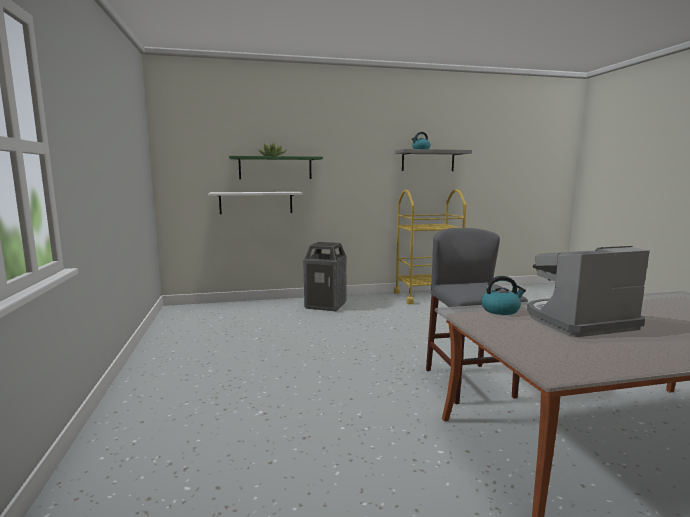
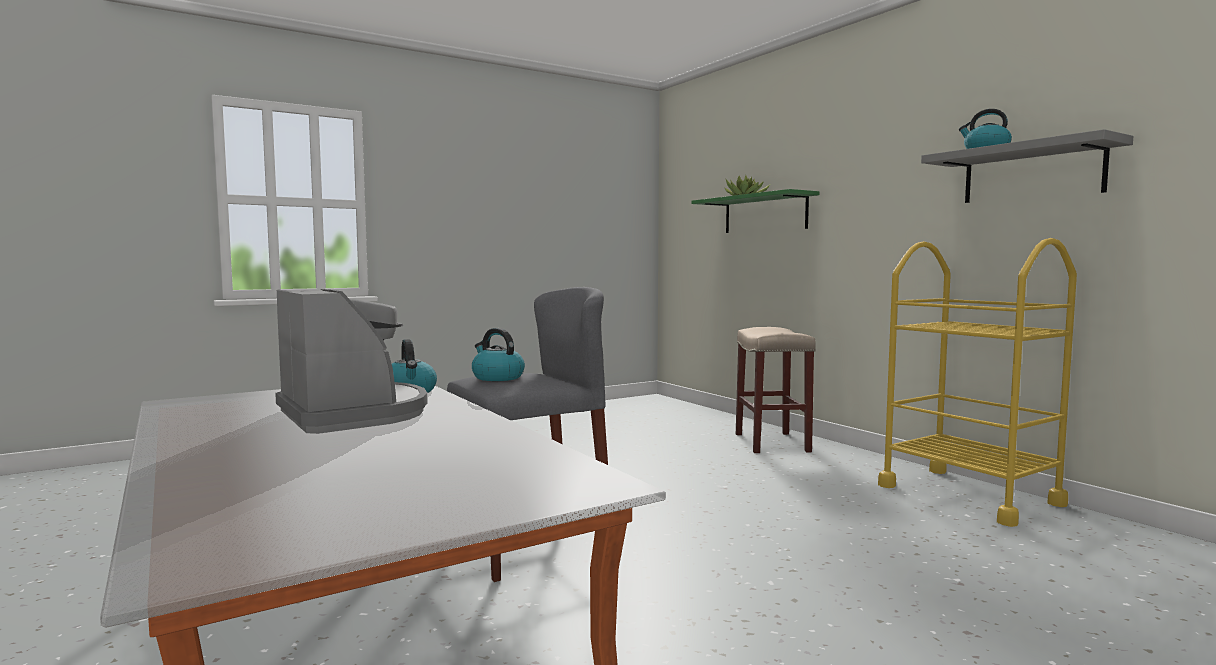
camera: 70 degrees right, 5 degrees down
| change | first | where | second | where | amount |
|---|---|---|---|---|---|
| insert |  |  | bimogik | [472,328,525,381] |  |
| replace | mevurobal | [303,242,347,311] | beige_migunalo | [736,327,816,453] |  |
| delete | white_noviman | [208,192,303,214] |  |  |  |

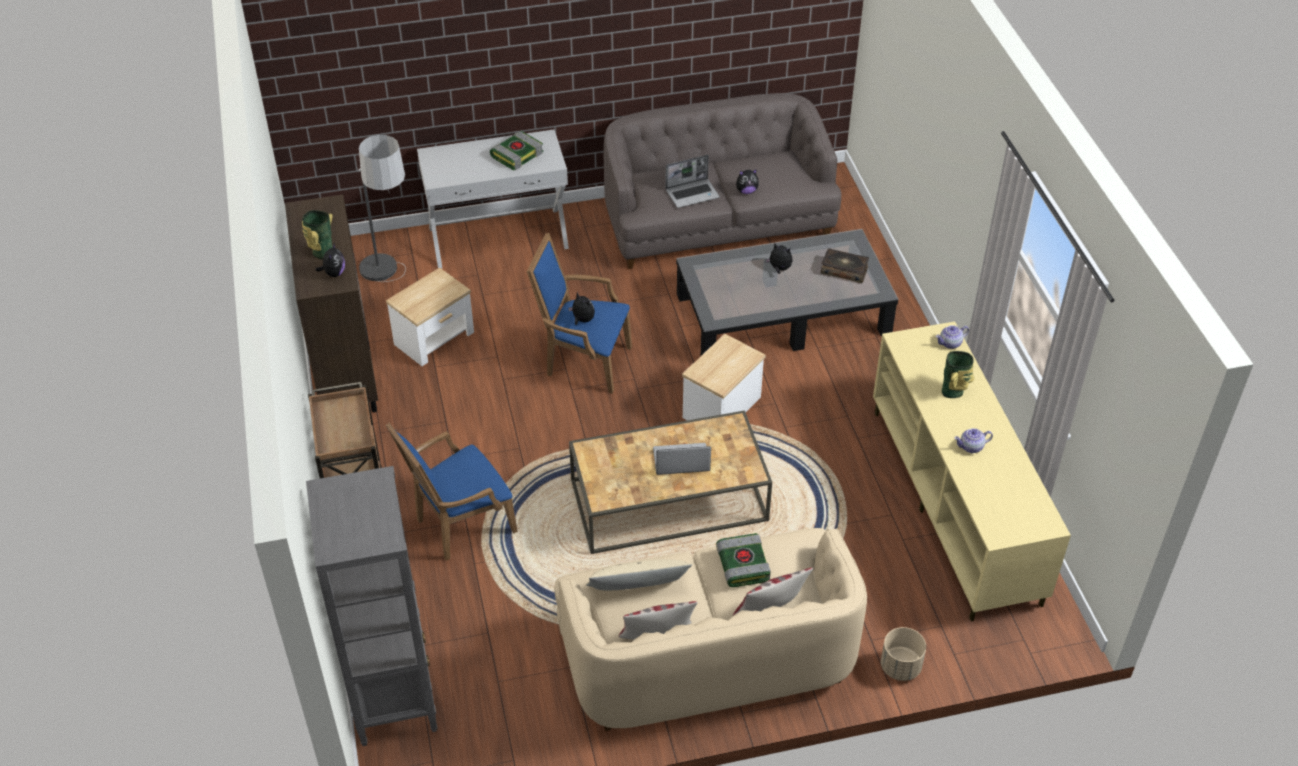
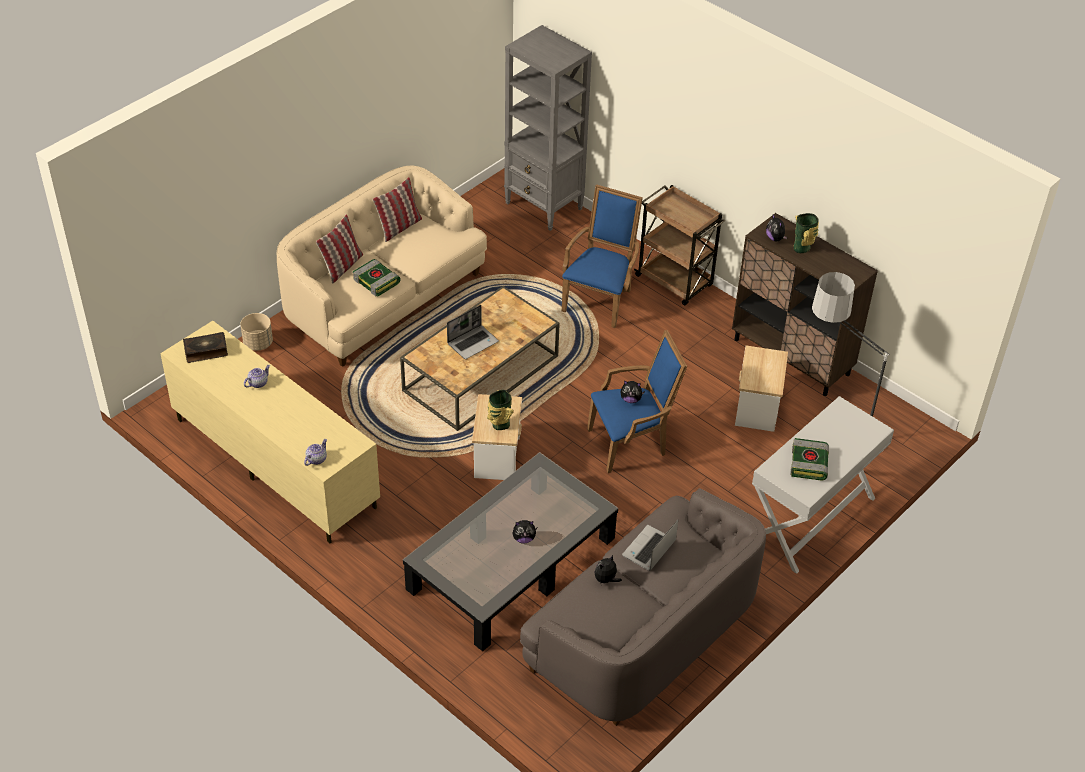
camera: 145 degrees right, 0 degrees up
| change | first | where | second | where | amount |
|---|---|---|---|---|---|
| move | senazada | [821,248,869,283] |  | [183,332,228,363] |  |
| move | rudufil | [942,351,974,398] |  | [487,390,514,430] |  |
| delete | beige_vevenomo | [586,559,692,590] |  |  |  |

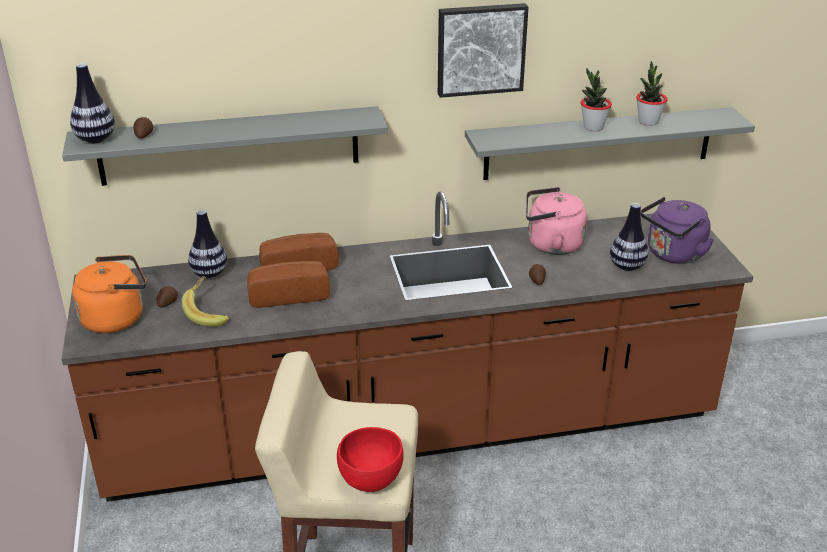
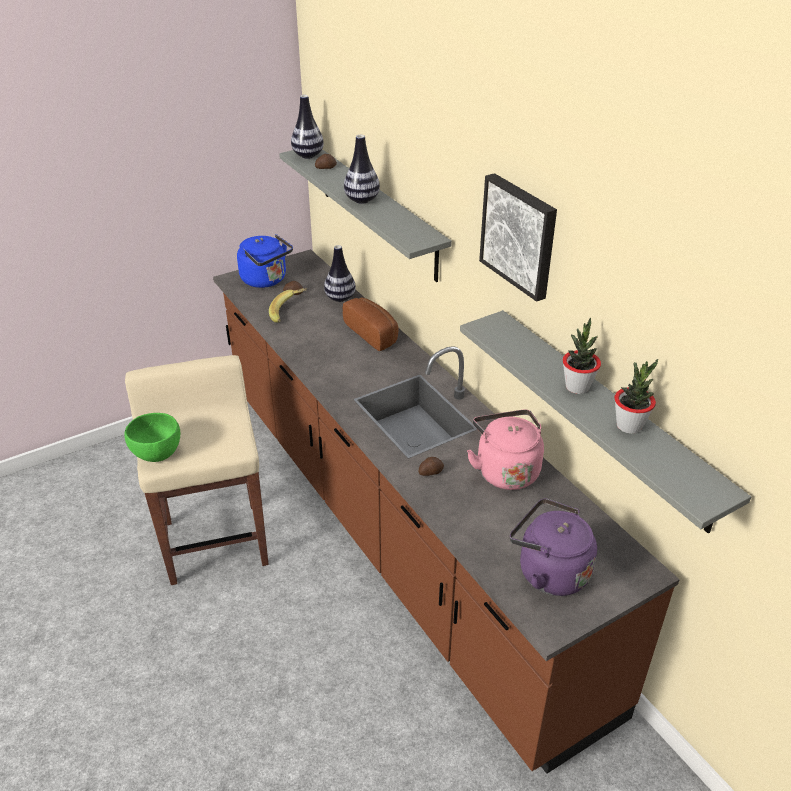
camera: 70 degrees right, 5 degrees up
| change | first | where | second | where | amount |
|---|---|---|---|---|---|
| recolor | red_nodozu | [337,427,404,492] | green_nodozu | [124,413,180,462] |  |
| recolor | orange_bimogik | [72,255,146,333] | blue_bimogik | [237,234,293,288] |  |
| move | rudufil | [610,203,649,271] |  | [344,135,380,204] |  |
| delete | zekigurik | [247,261,330,308] |  |  |  |

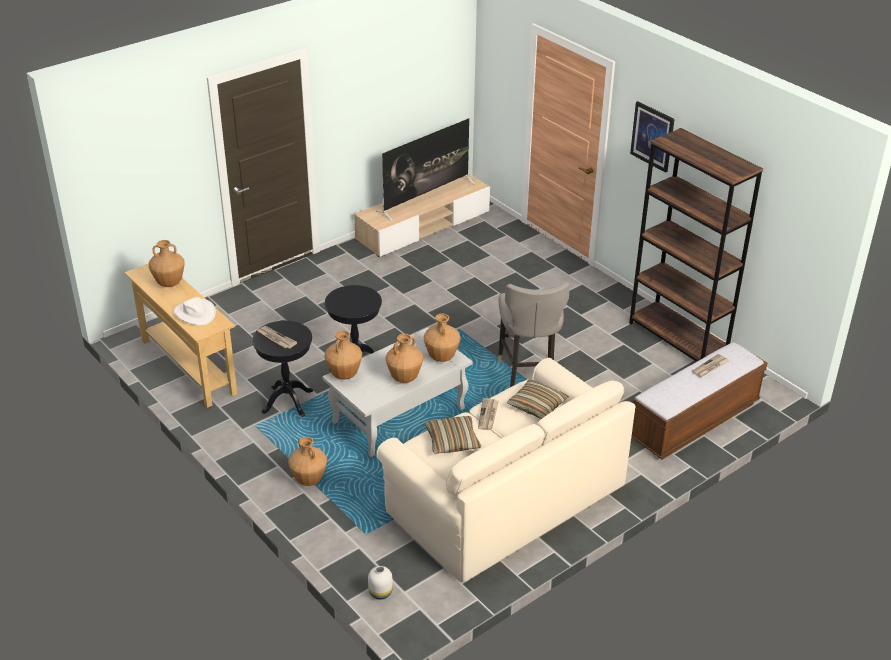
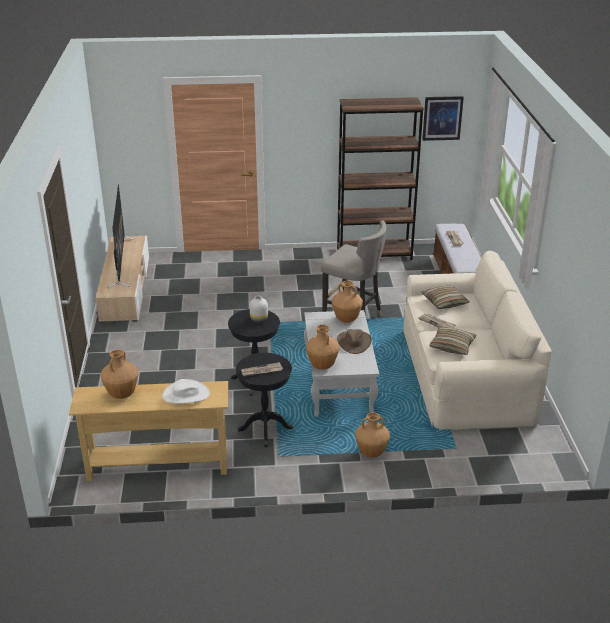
camera: 55 degrees left, 5 degrees down
| change | first | where | second | where | amount |
|---|---|---|---|---|---|
| move | white_rudufil | [368,566,393,599] |  | [250,296,268,323] |  |
| replace | brown_rudufil | [386,334,423,383] | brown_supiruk | [337,329,372,354] |  |
| move | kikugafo | [630,101,675,173] |  | [422,96,464,141] |  |

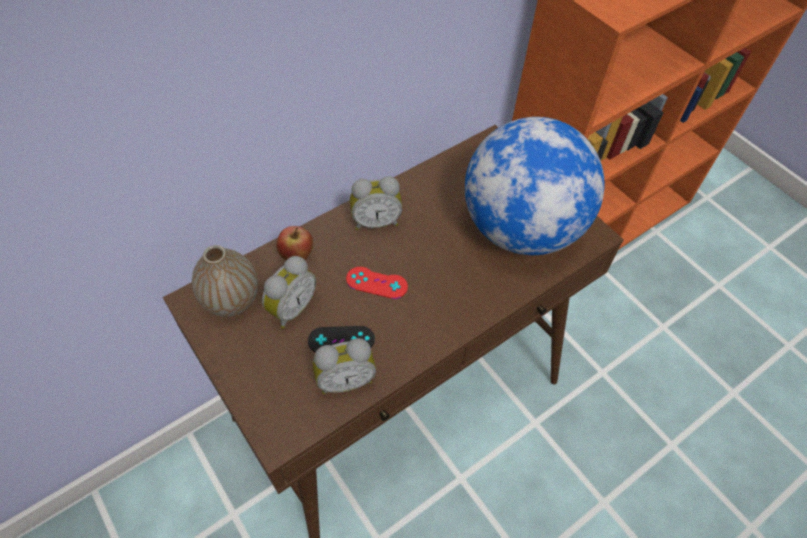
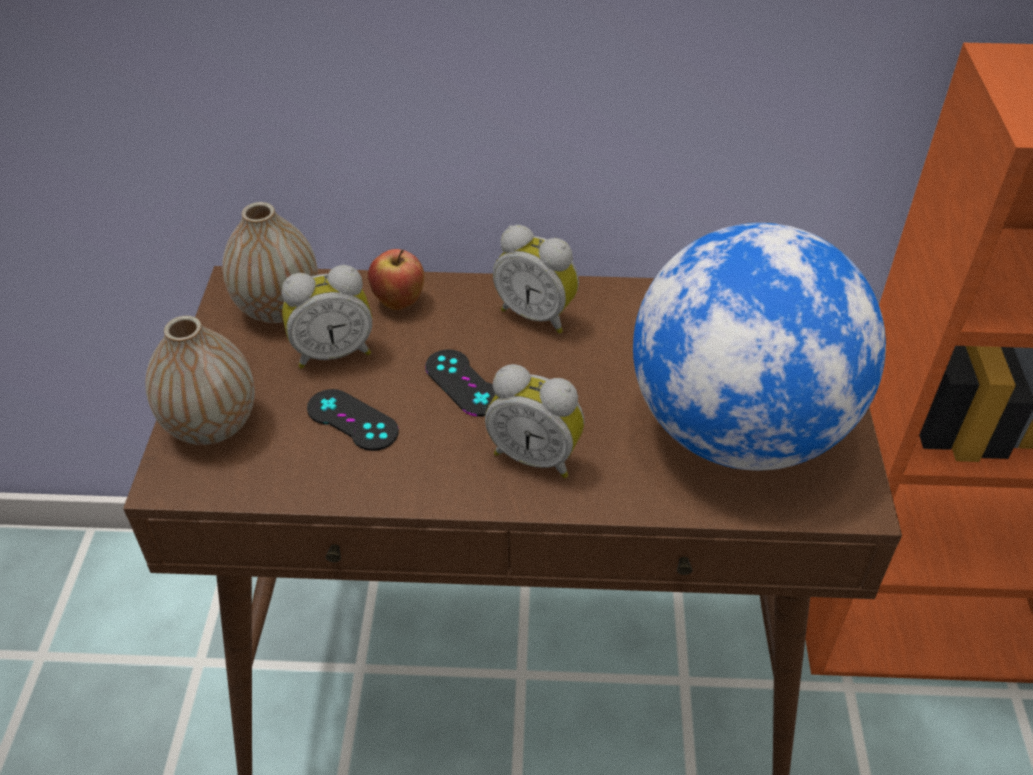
camera: 40 degrees right, 10 degrees down
| change | first | where | second | where | amount |
|---|---|---|---|---|---|
| insert |  |  | rudufil | [145,316,255,445] |  |
| recolor | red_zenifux | [346,267,408,299] | black_zenifux | [425,350,496,417] |  |
| move | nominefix | [313,338,376,394] |  | [485,364,584,478] |  |

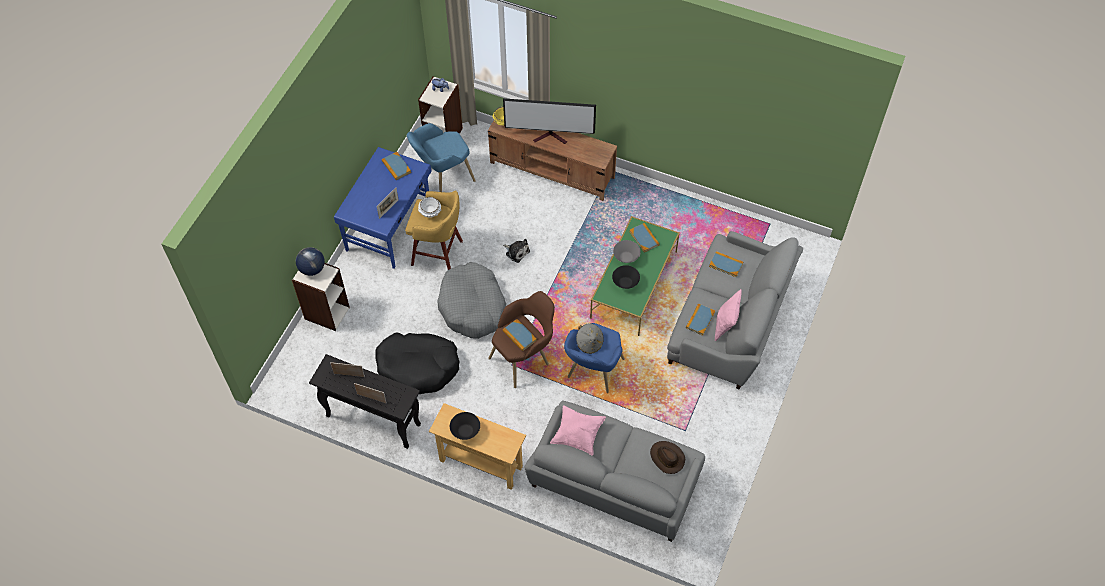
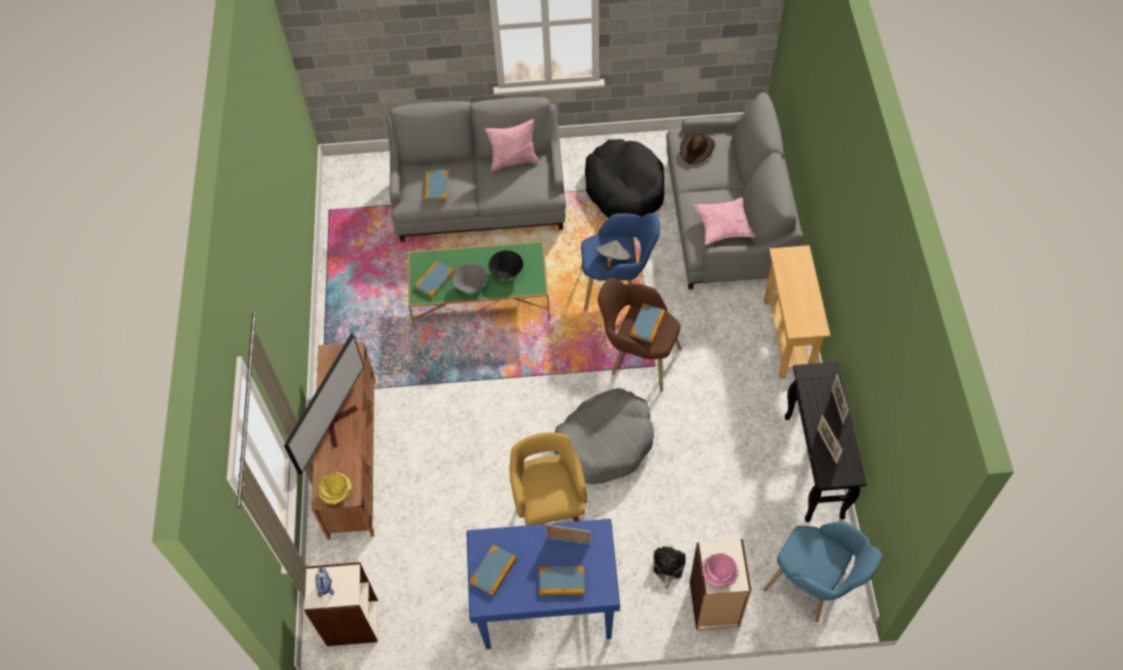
camera: 115 degrees left, 0 degrees up
| change | first | where | second | where | amount |
|---|---|---|---|---|---|
| rotate | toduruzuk | [503,98,596,144] |  | [284,333,364,474] | 45 degrees clockwise |
| move | senazada | [686,303,715,336] |  | [539,566,585,595] |  |
| move | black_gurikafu | [375,332,460,394] |  | [585,139,664,218] |  |
| move | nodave | [503,239,530,263] |  | [654,546,686,589] |  |
| replace | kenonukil | [296,247,325,276] | pink_nodozu | [702,553,739,587] |  |
| move | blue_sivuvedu | [407,123,476,192] |  | [763,521,883,622] |  |
| delete | white_nodozu | [418,197,441,218] |  |  |  |
| delete | black_nodozu | [450,412,480,440] |  |  |  |

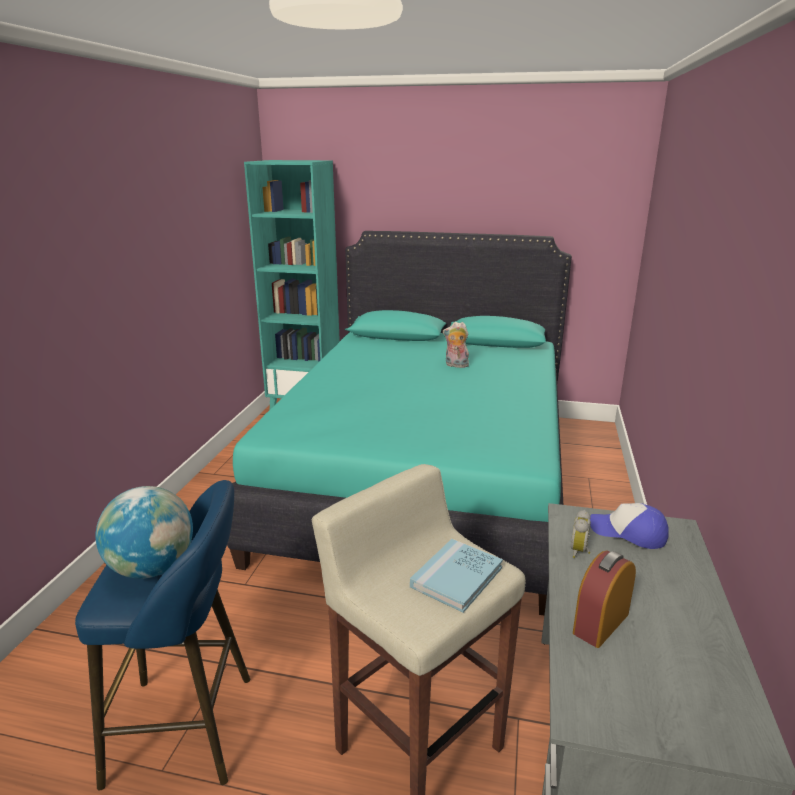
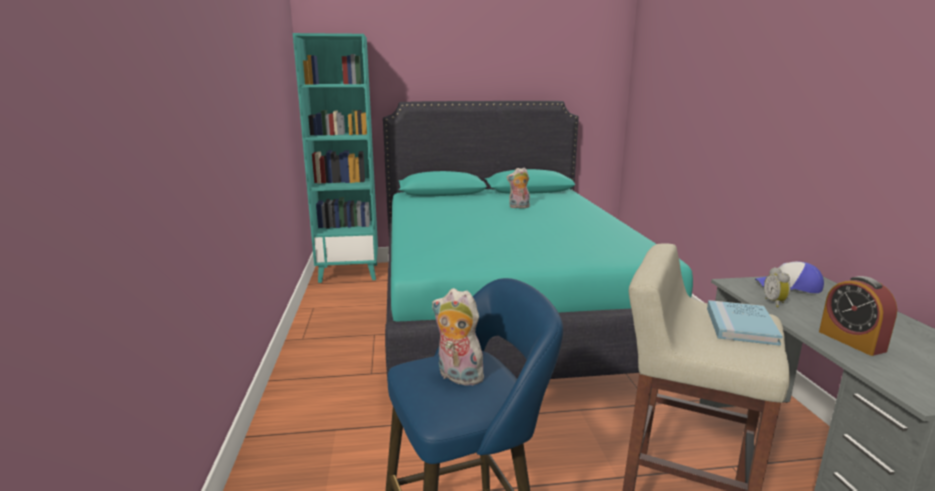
camera: 20 degrees left, 5 degrees down
| change | first | where | second | where | amount |
|---|---|---|---|---|---|
| replace | kenonukil | [95,486,193,579] | nodave | [432,288,484,386] |  |
| rotate | nominefix | [573,551,636,648] |  | [819,276,897,356] | 45 degrees counterclockwise |

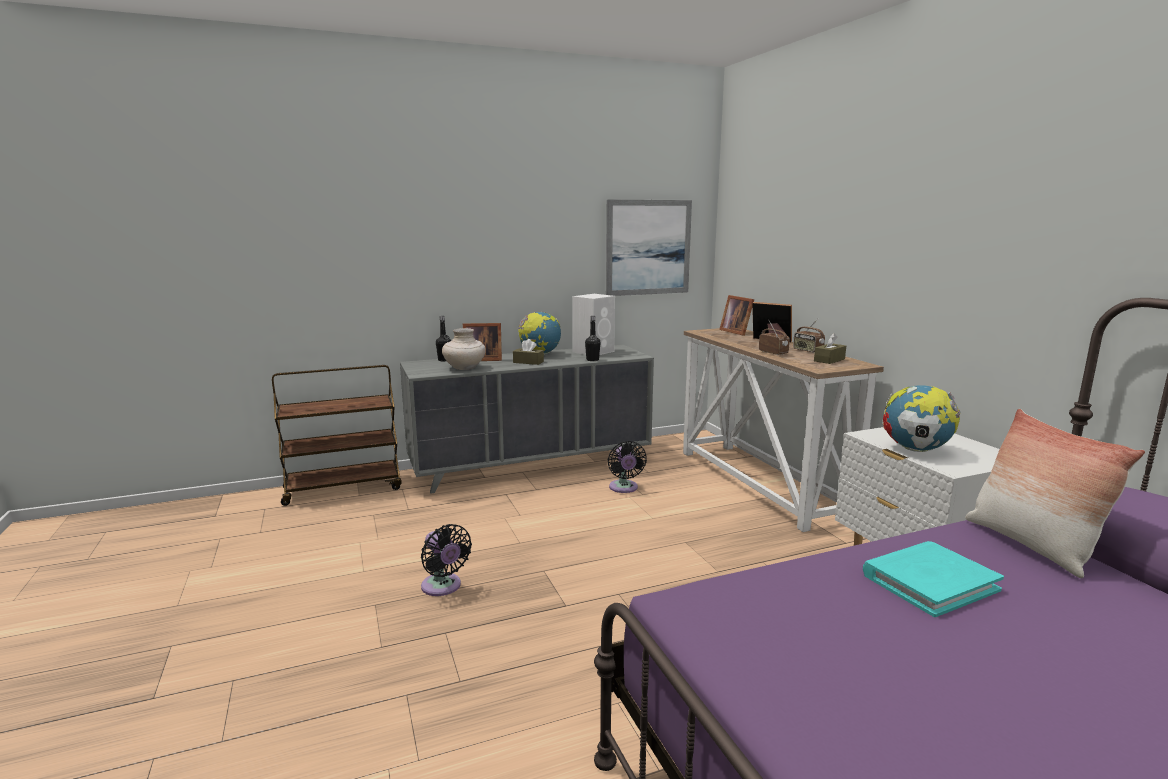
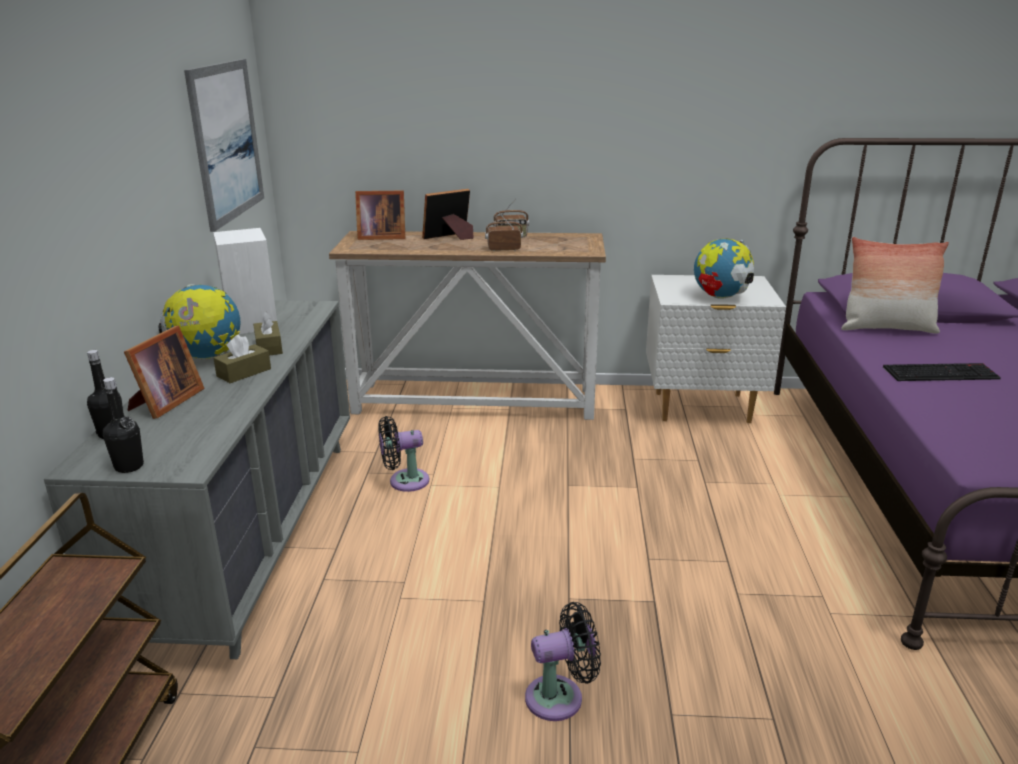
camera: 65 degrees left, 10 degrees up
| change | first | where | second | where | amount |
|---|---|---|---|---|---|
| move | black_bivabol | [585,316,601,361] |  | [103,377,144,473] |  |
| move | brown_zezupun | [814,333,846,364] |  | [253,312,283,355] |  |
| rotate | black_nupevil | [608,441,647,493] |  | [378,416,429,492] | 150 degrees clockwise |
| replace | turquoise_senazada | [863,541,1004,617] | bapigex | [883,363,1001,381] |  |
| delete | beige_rudufil | [442,328,486,370] |  |  |  |

